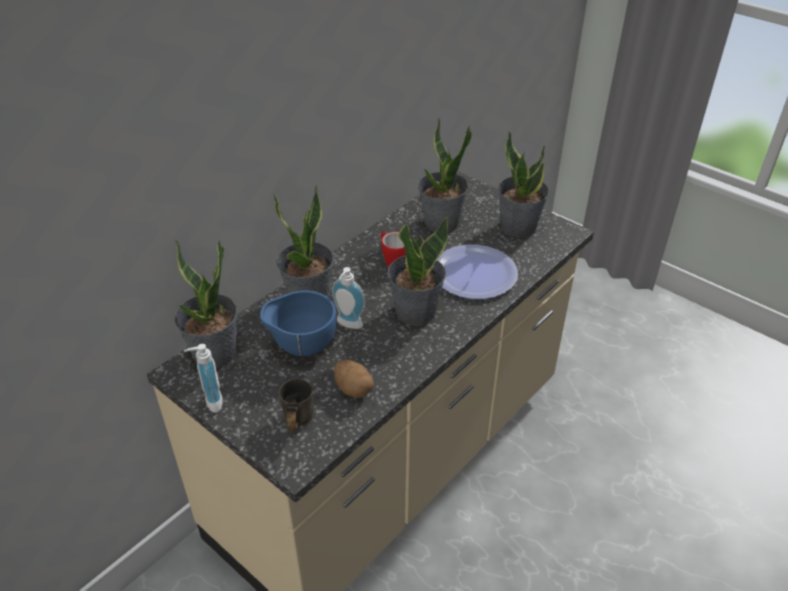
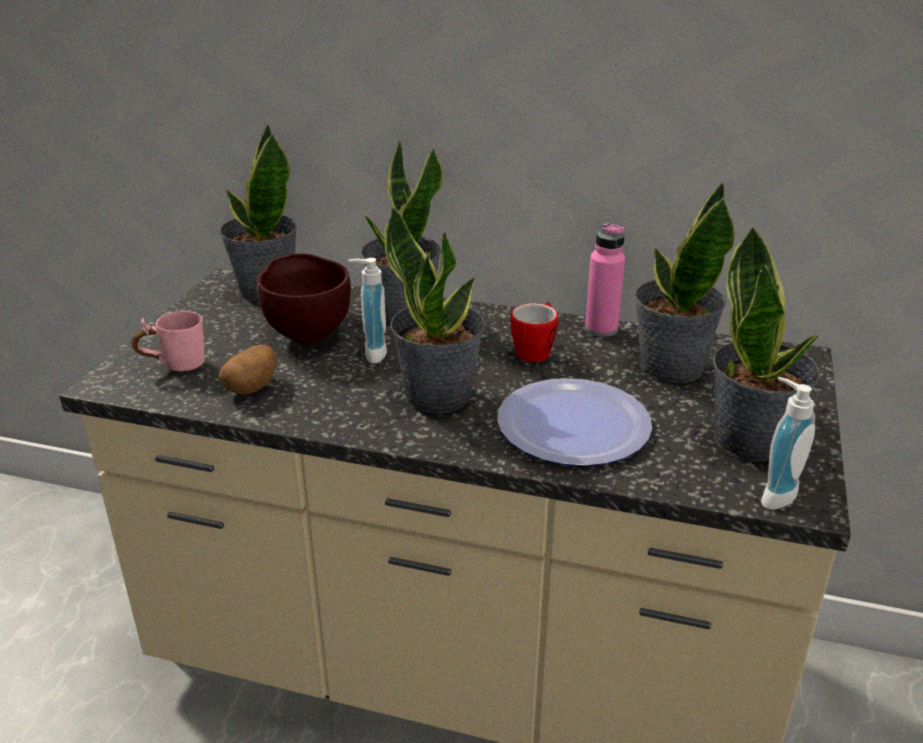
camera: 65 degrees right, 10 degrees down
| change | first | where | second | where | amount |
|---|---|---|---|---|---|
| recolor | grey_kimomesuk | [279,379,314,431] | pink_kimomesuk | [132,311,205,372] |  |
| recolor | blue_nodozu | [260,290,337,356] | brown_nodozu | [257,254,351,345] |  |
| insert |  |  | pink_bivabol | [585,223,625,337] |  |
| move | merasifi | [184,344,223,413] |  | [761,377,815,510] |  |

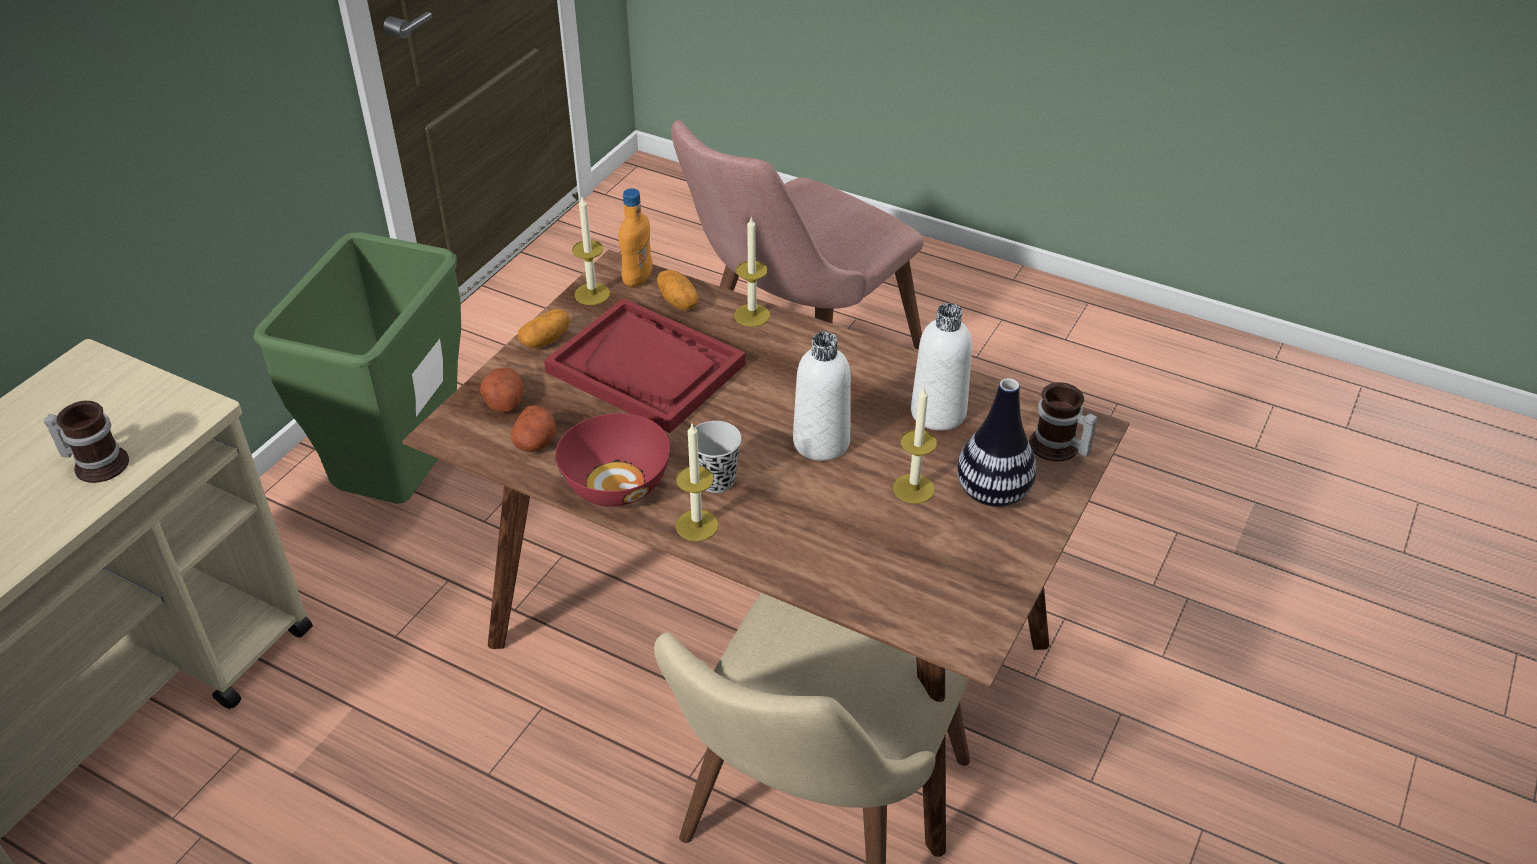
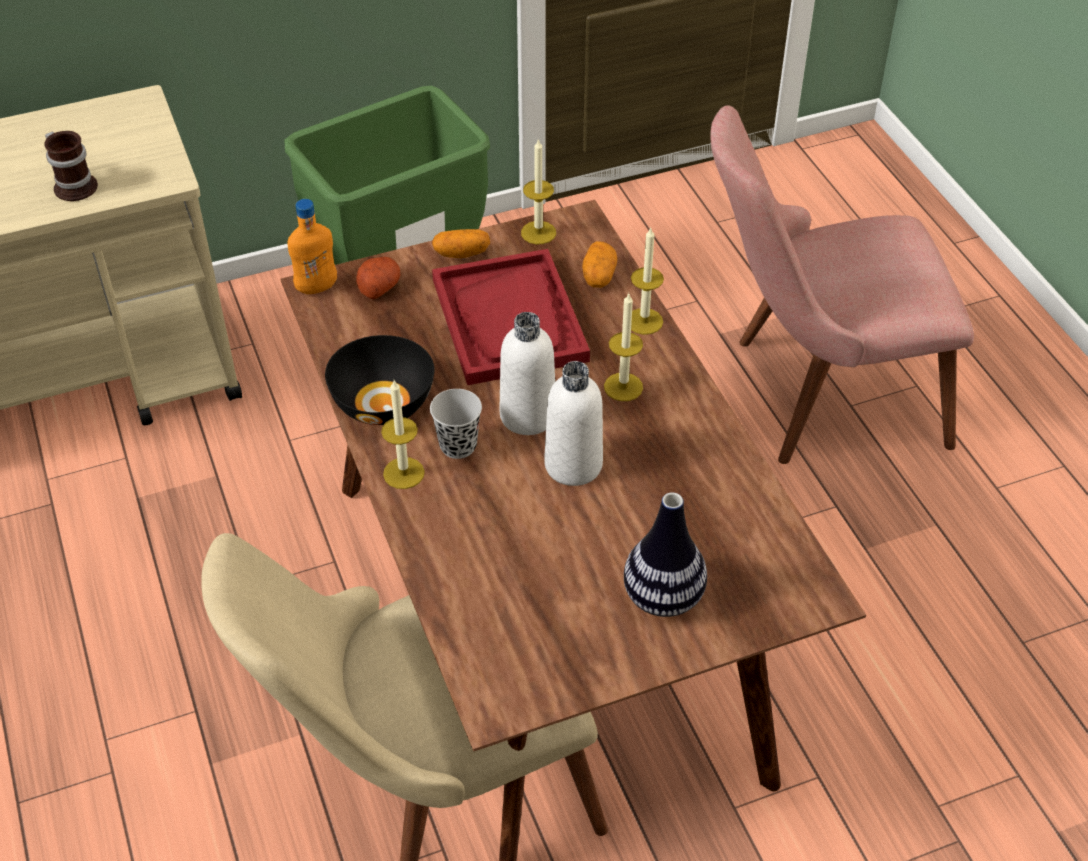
camera: 40 degrees right, 5 degrees up
| change | first | where | second | where | amount |
|---|---|---|---|---|---|
| move | orange_bivabol | [618,188,652,288] |  | [287,199,337,294] |  |
| recolor | red_nodozu | [555,413,670,506] | black_nodozu | [325,335,435,425] |  |
| move | white_bivabol | [911,303,972,431] |  | [500,312,555,435] |  |
| move | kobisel | [893,387,937,504] |  | [604,292,643,401] |  |
| delete | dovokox | [511,405,556,452] |  |  |  |
| delete | kimomesuk | [1029,382,1098,462] |  |  |  |

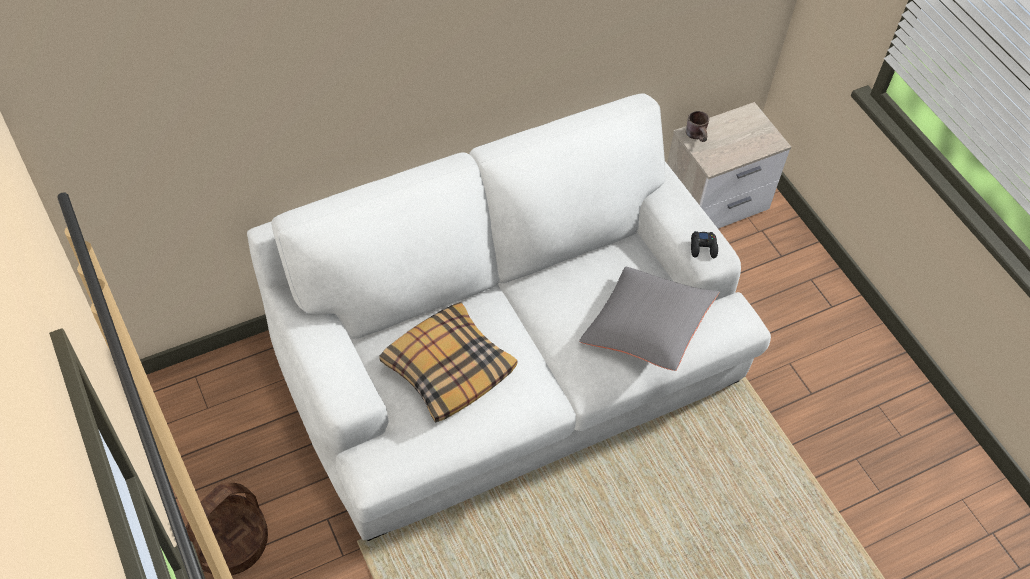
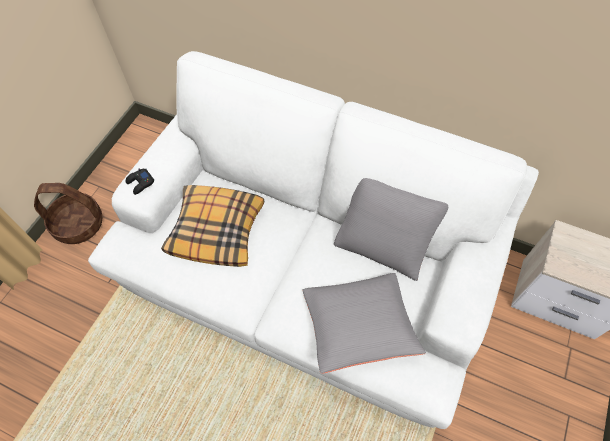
camera: 55 degrees right, 5 degrees up
| change | first | where | second | where | amount |
|---|---|---|---|---|---|
| move | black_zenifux | [691,231,718,258] |  | [126,169,154,195] |  |
| insert |  |  | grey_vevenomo | [334,178,448,281] |  |
| delete | brown_kimomesuk | [686,111,709,142] |  |  |  |

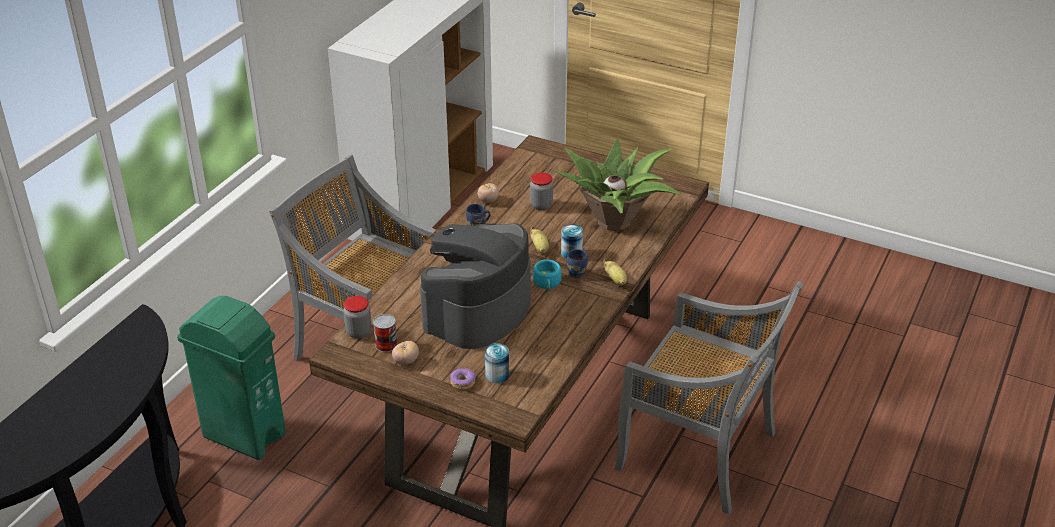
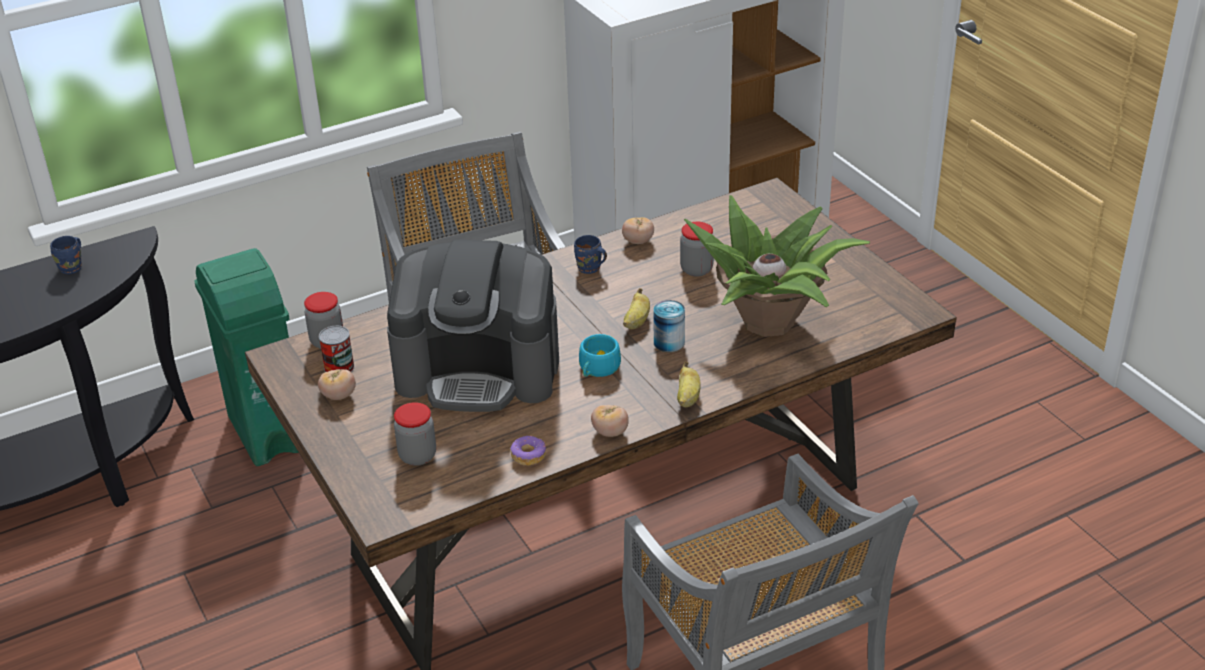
camera: 35 degrees right, 0 degrees up
| change | first | where | second | where | amount |
|---|---|---|---|---|---|
| move | blue_kimomesuk | [567,249,588,278] |  | [50,236,82,274] |  |
| rotate | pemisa | [420,223,531,349] |  | [387,239,559,412] | 150 degrees counterclockwise |
| replace | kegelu | [485,343,509,383] | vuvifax | [394,402,436,466] |  |
| move | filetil | [450,369,475,390] |  | [511,436,546,466] |  |
| insert |  |  | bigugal | [591,405,629,437] |  |

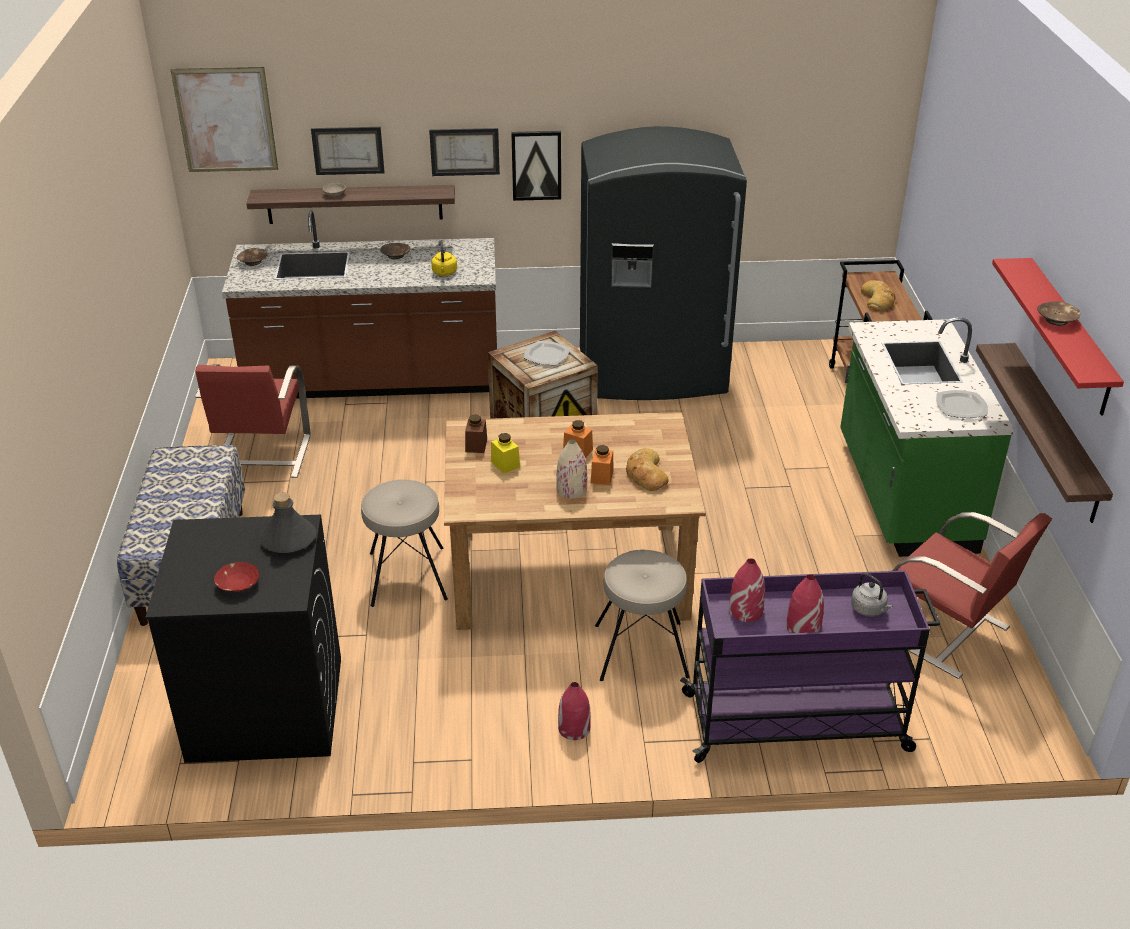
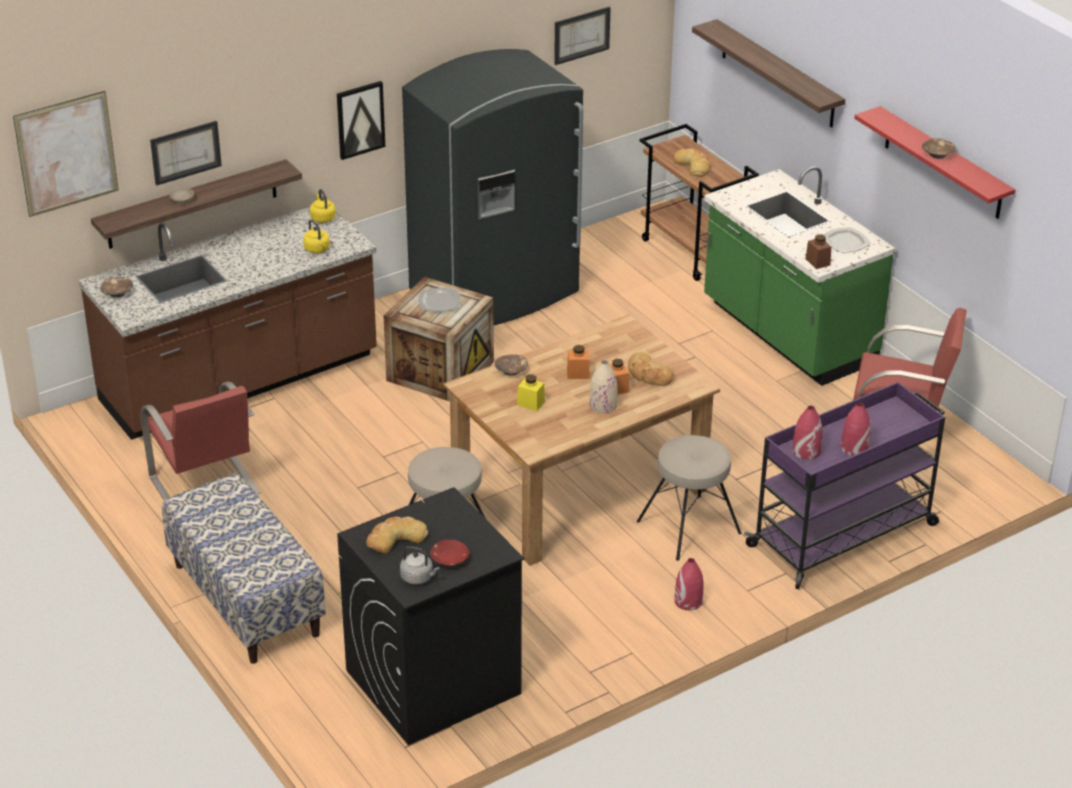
camera: 30 degrees left, 0 degrees up
| change | first | where | second | where | amount |
|---|---|---|---|---|---|
| insert |  |  | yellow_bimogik | [310,189,336,223] |  |
| insert |  |  | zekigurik | [366,517,429,554] |  |
| move | grey_bimogik | [851,573,893,617] |  | [400,546,440,585] |  |
| move | brown_nodozu | [380,243,410,259] |  | [495,354,528,375] |  |
| move | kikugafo | [429,128,500,176] |  | [554,7,611,65] |  |
| move | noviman | [976,343,1113,523] |  | [692,19,845,127] |  |
| move | brown_vuvifax | [465,414,487,453] |  | [805,234,831,269] |  |
| delete | grey_bivabol | [260,492,316,554] |  |  |  |

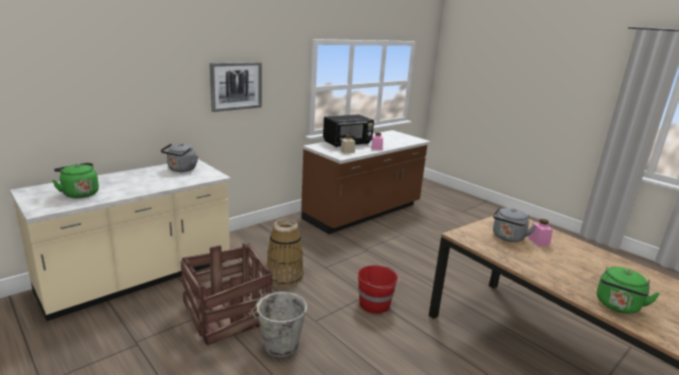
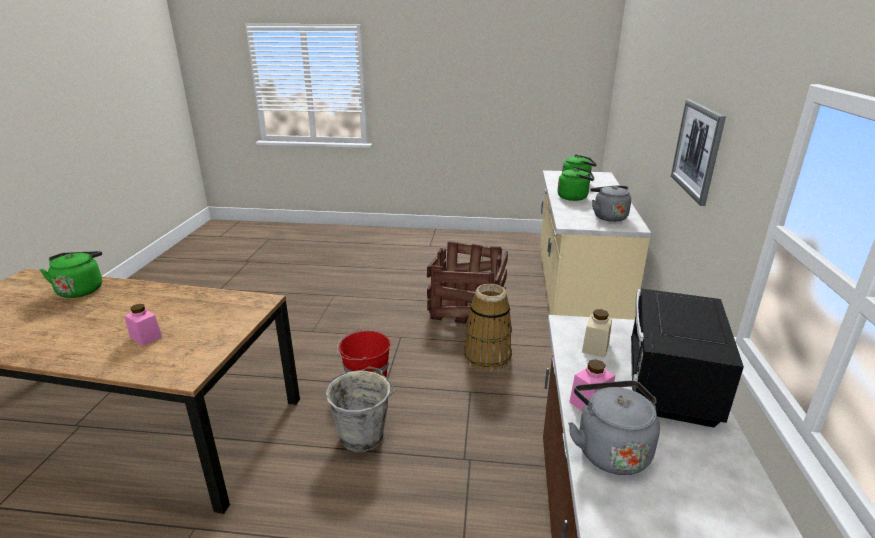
camera: 140 degrees right, 5 degrees up
| change | first | where | second | where | amount |
|---|---|---|---|---|---|
| move | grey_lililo | [250,292,307,357] |  | [326,366,394,452] |  |
| insert |  |  | green_bimogik | [557,167,595,201] |  |
| move | grey_bimogik | [493,207,536,242] |  | [568,381,660,475] |  |

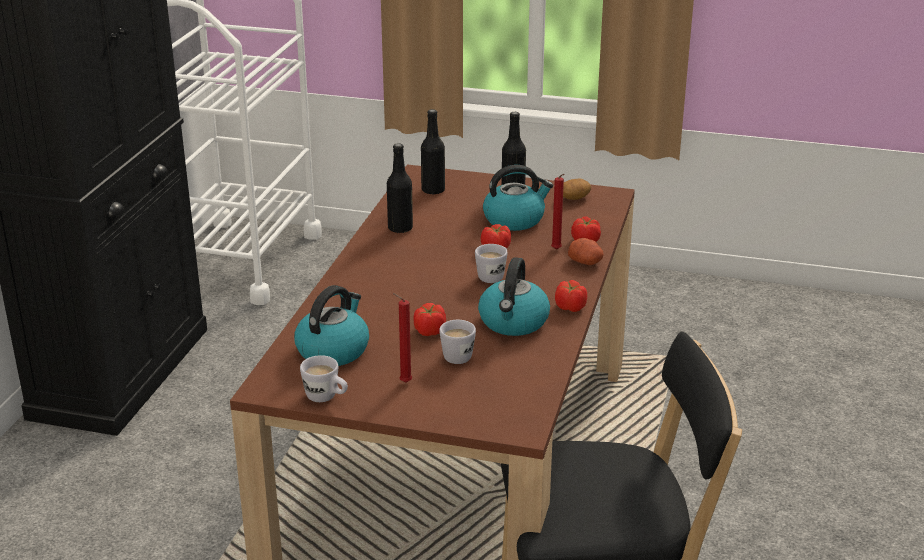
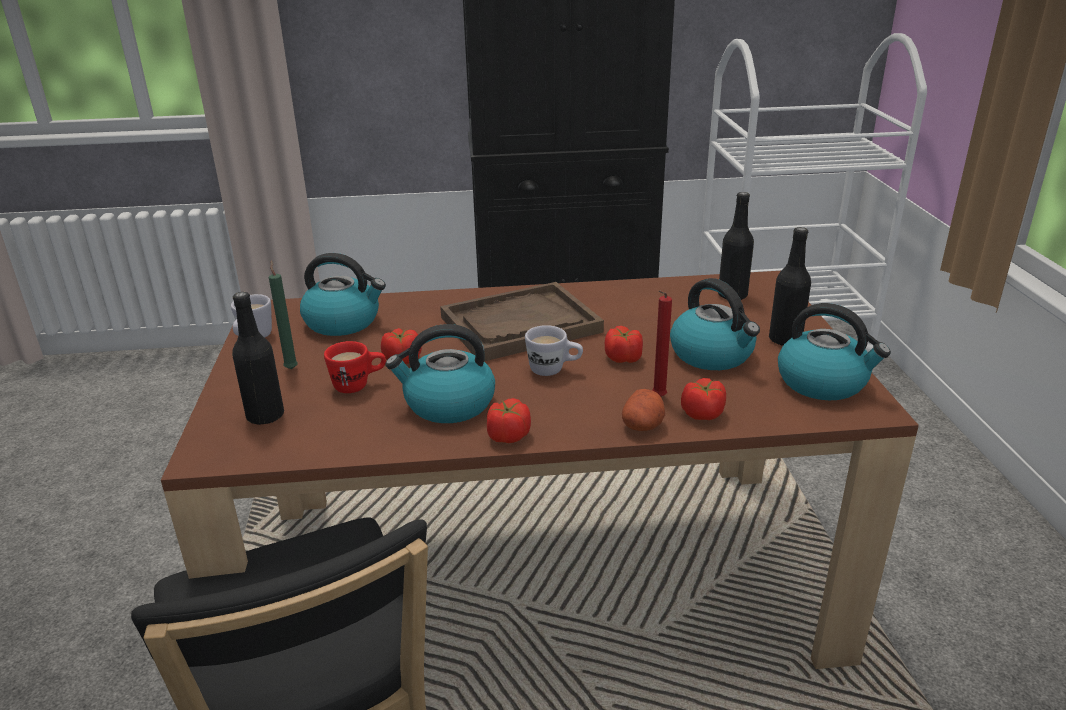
camera: 70 degrees right, 0 degrees up
| change | first | where | second | where | amount |
|---|---|---|---|---|---|
| move | black_bivabol | [387,143,413,233] |  | [232,292,284,425] |  |
| recolor | red_kobisel | [392,293,412,382] | green_kobisel | [269,260,298,370] |  |
| recolor | white_kimomesuk | [439,320,476,364] | red_kimomesuk | [324,341,386,393] |  |
| insert |  |  | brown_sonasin | [440,282,604,361] |  |
| replace | dovokox | [563,178,591,200] | bimogik | [778,303,891,400] |  |

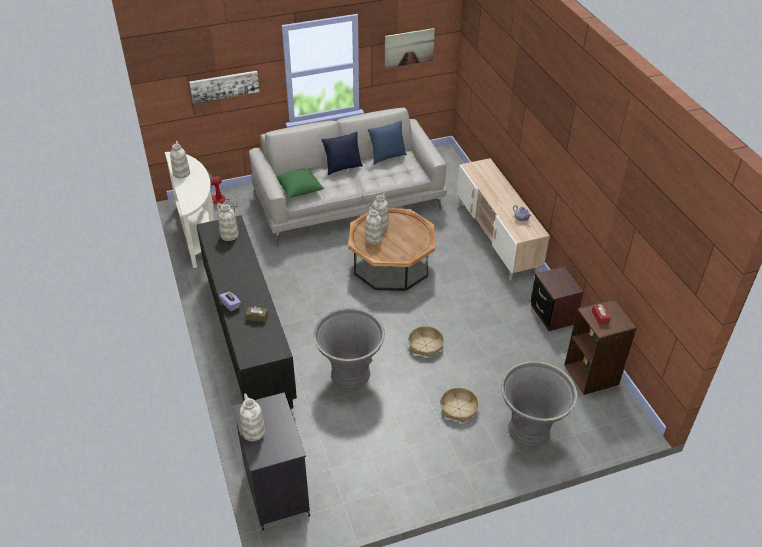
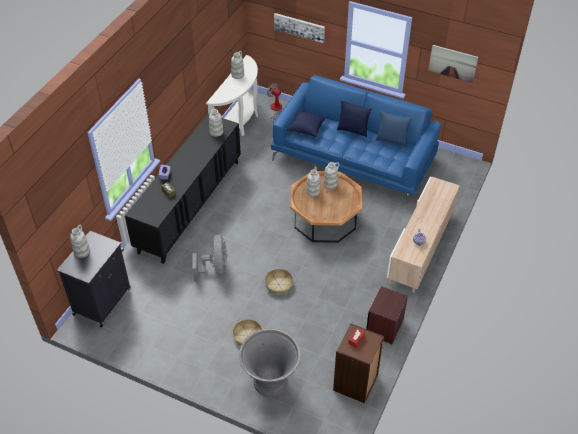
camera: 45 degrees right, 5 degrees up
| change | first | where | second | where | amount |
|---|---|---|---|---|---|
| replace | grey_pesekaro | [313,308,385,389] | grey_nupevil | [192,235,227,282] |  |
| recolor | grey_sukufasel | [249,108,447,247] | blue_sukufasel | [271,75,441,204] |  |
| recolor | green_vevenomo | [276,168,324,199] | blue_vevenomo | [287,110,326,137] |  |

